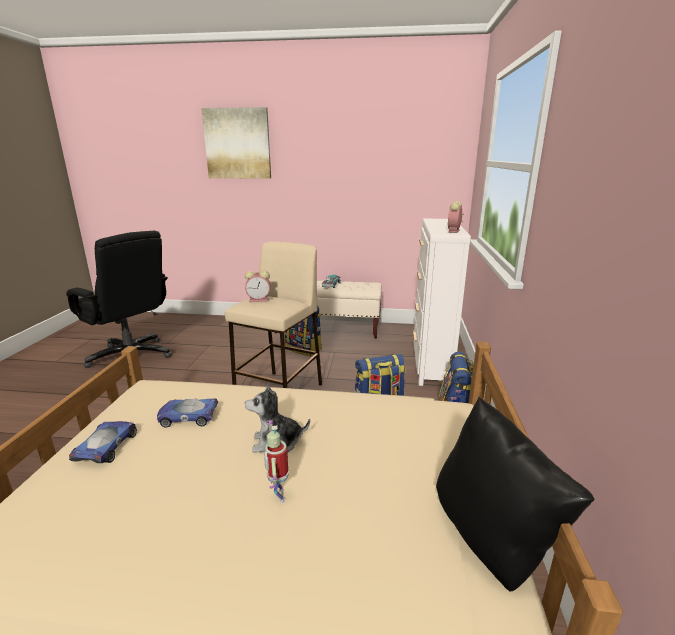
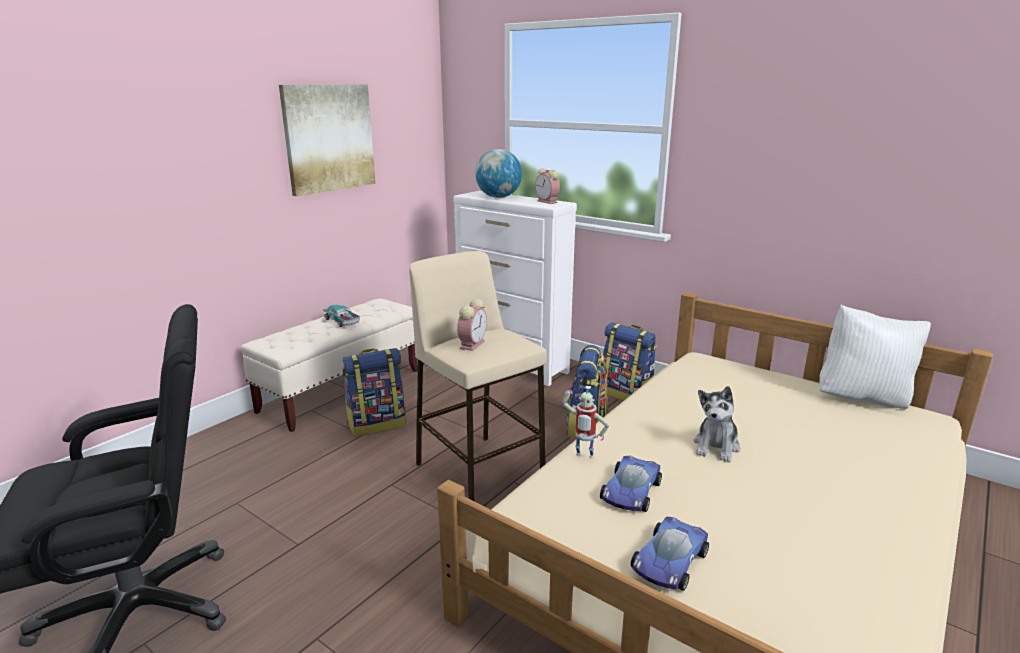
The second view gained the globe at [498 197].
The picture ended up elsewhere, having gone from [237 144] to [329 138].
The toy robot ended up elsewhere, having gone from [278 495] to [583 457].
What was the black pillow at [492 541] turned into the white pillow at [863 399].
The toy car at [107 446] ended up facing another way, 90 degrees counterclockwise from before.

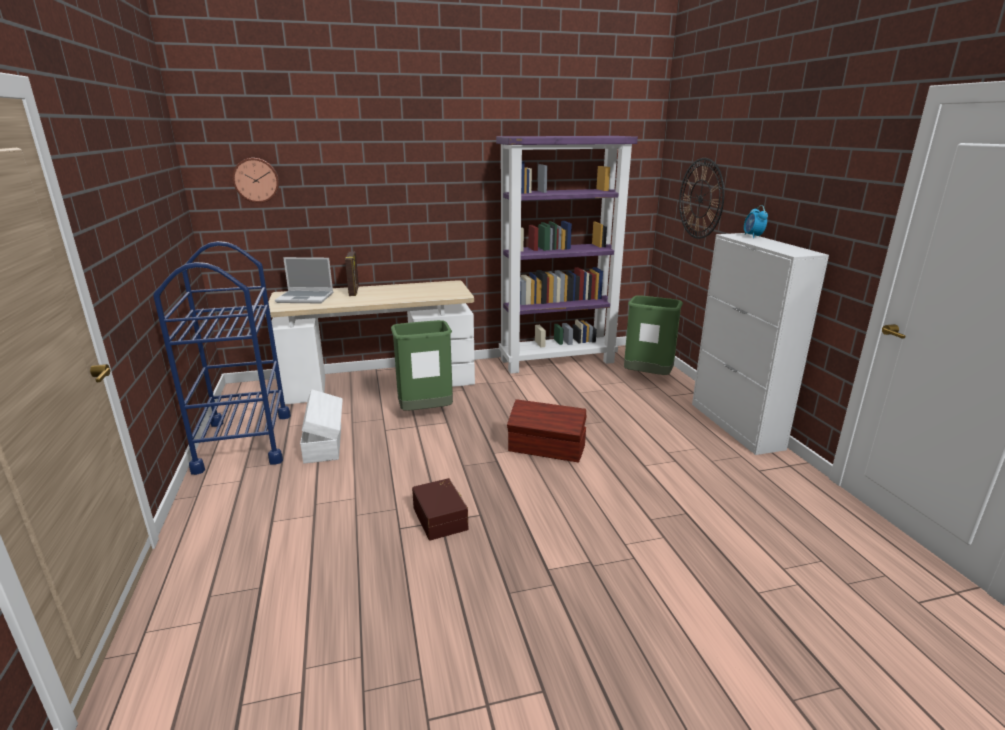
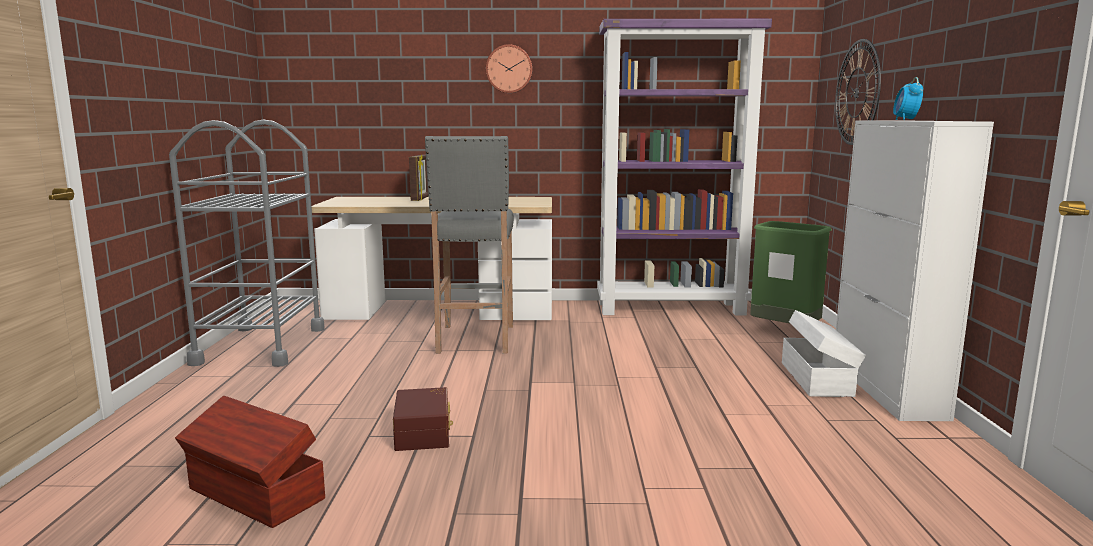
The second view lost the laptop at [306 298].
The wall clock ended up elsewhere, having gone from [256 180] to [509 69].
The white storage box ended up elsewhere, having gone from [324 443] to [817 379].
The brown storage box ended up elsewhere, having gone from [547 449] to [255 495].
Where the green trash can stood at [425 412], the grey stool came to stand at [475 340].
What was the blue cart at [244 442] turned into the grey cart at [261 346].

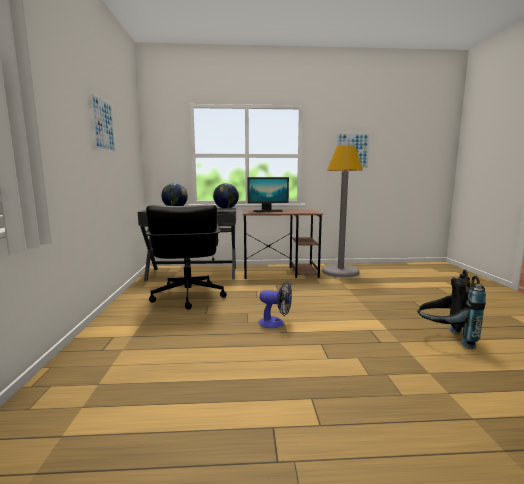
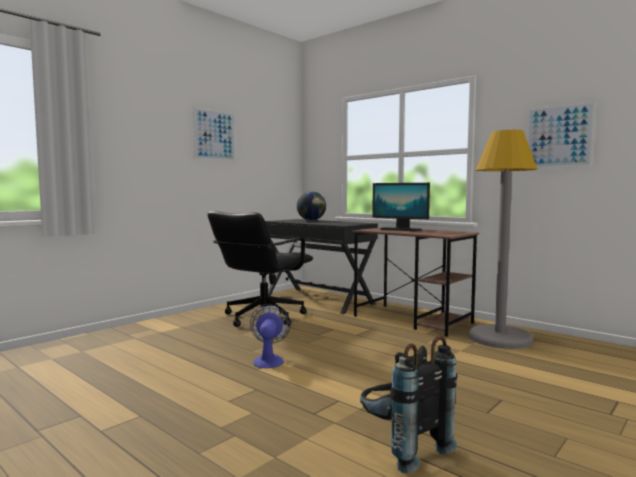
The second view lost the globe at [226 208].
The fan at [275 323] ended up facing another way, 150 degrees counterclockwise from before.

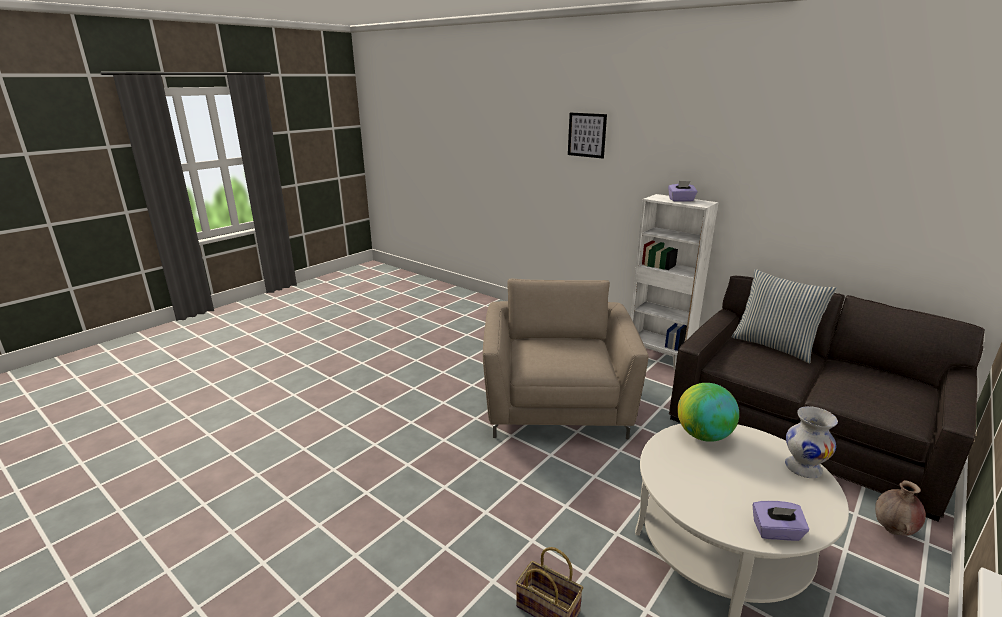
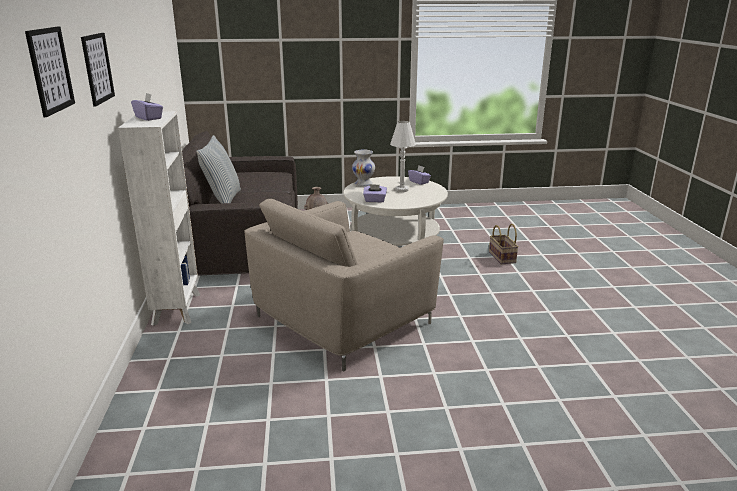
The second view gained the picture at [97 68].
The second view gained the white table lamp at [401 190].
Where the globe stood at [703 435], the purple tissue box came to stand at [374 200].

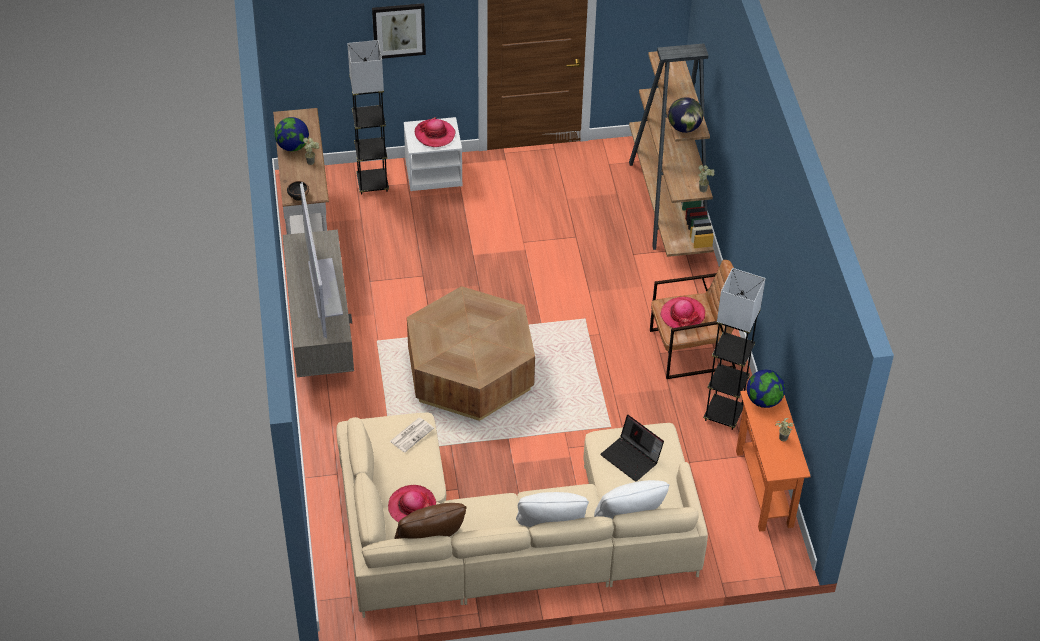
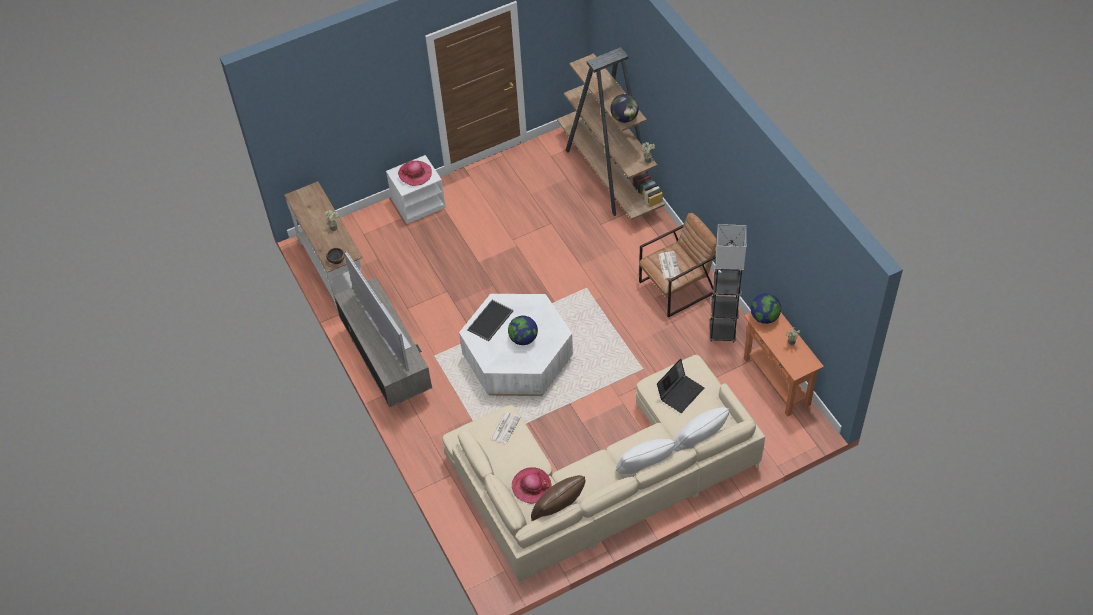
The second view lost the grey floor lamp at [372 184].
The second view lost the picture at [399 30].
The second view gained the tray at [490 321].
The globe ended up elsewhere, having gone from [293 146] to [523 339].
Where the hat stood at [682 314], the newspaper came to stand at [668 265].
What was the brown coffee table at [470 371] turned into the white coffee table at [517 358].
The laptop at [632 458] ended up facing another way, 75 degrees counterclockwise from before.

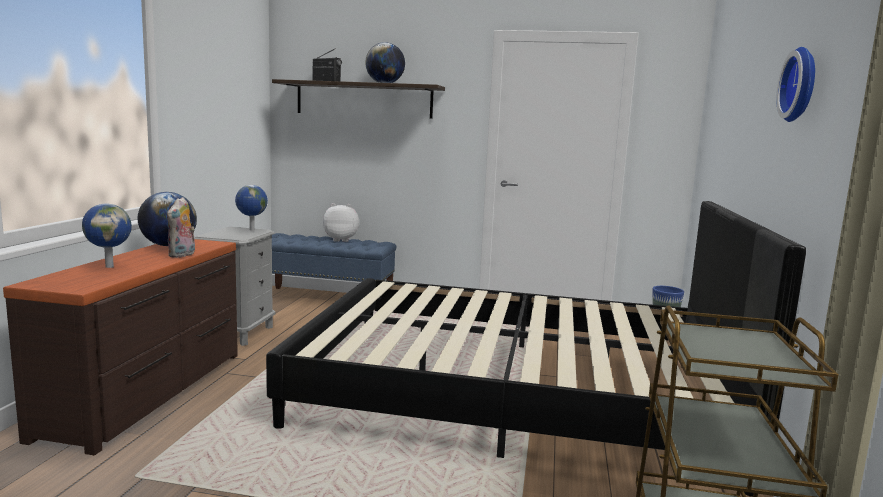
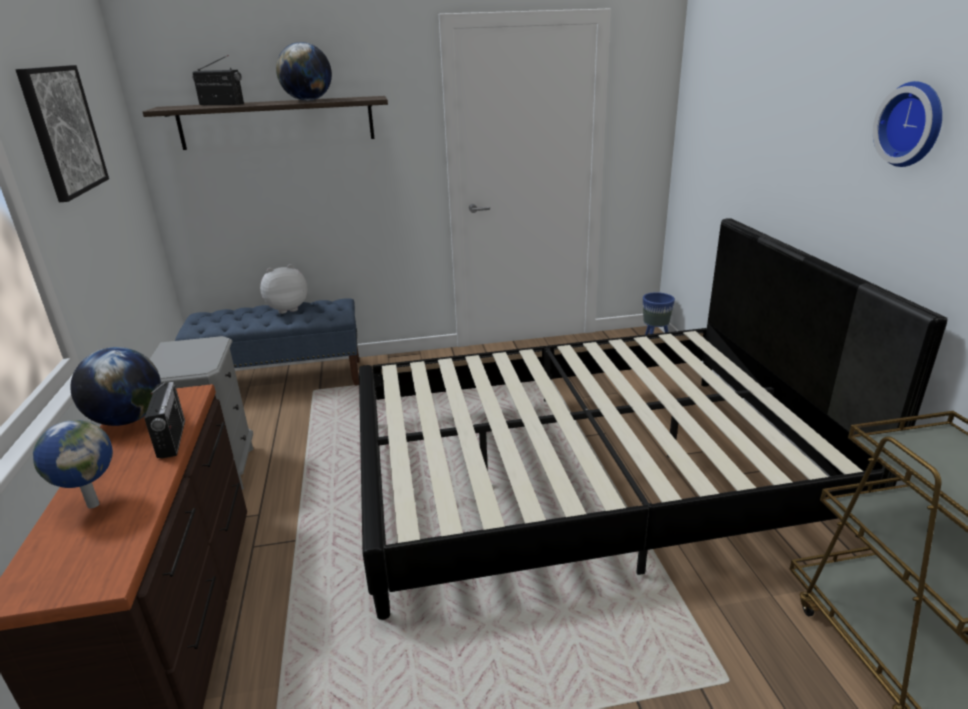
The second view lost the globe at [251 230].
The second view gained the picture at [63 131].
Where the plush toy stood at [182 255], the radio came to stand at [172 439].

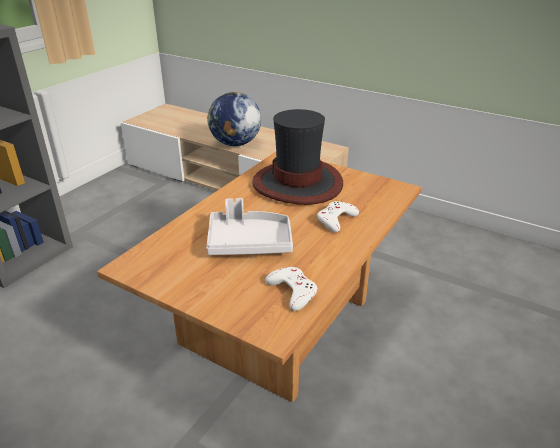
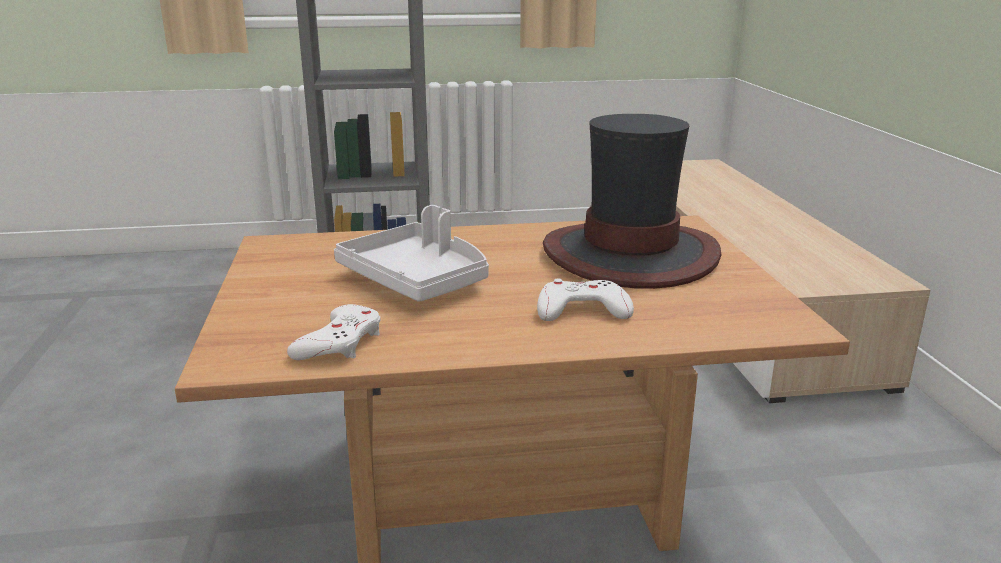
The second view lost the globe at [235 144].

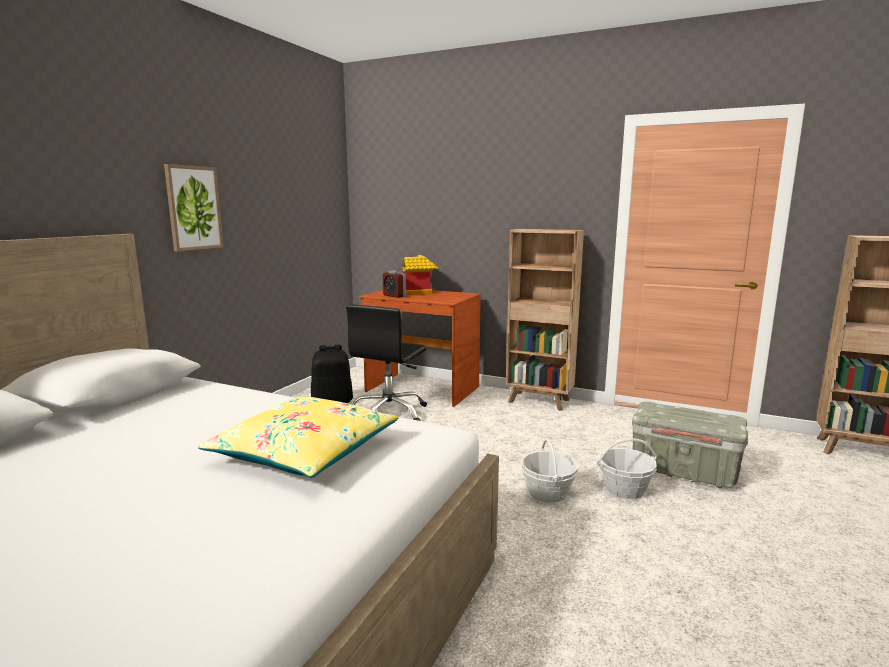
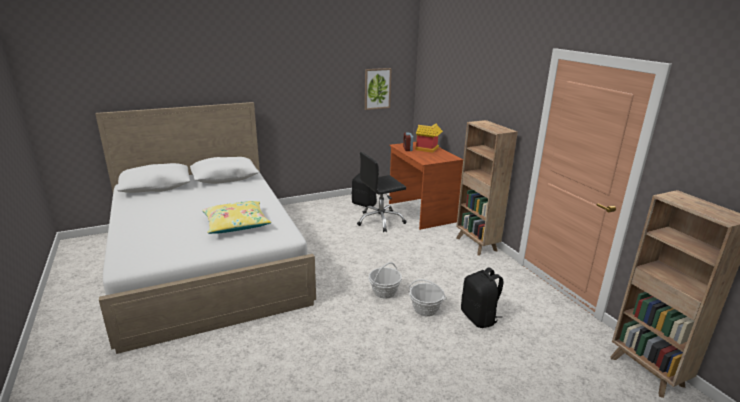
The picture ended up elsewhere, having gone from [193 208] to [377 88].
Where the grey storage box stood at [684 471], the black backpack came to stand at [479 318].

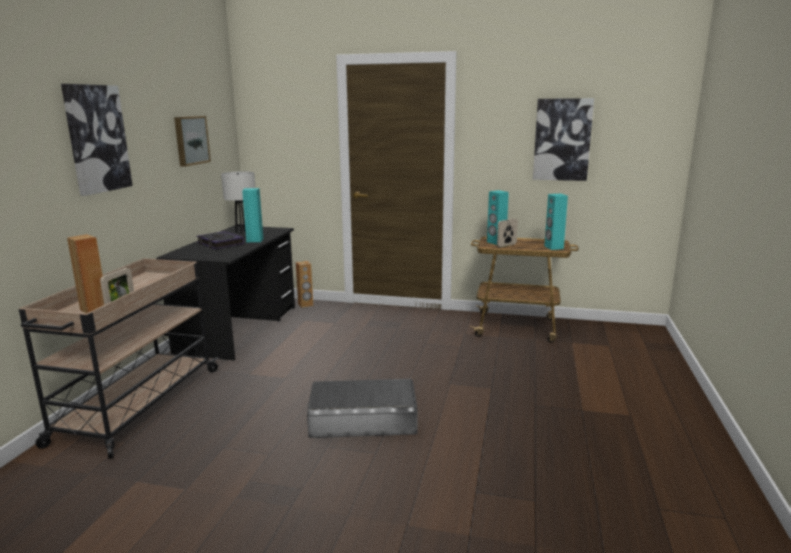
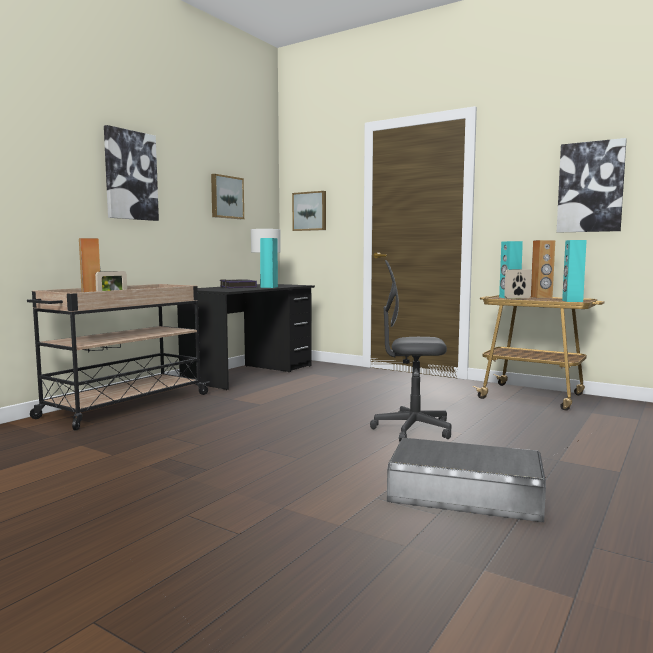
The second view gained the picture at [310 211].
The second view gained the grey office chair at [412 430].
The brown speaker ended up elsewhere, having gone from [305 305] to [541 297].
The grey storage box ended up elsewhere, having gone from [363 418] to [464 493].

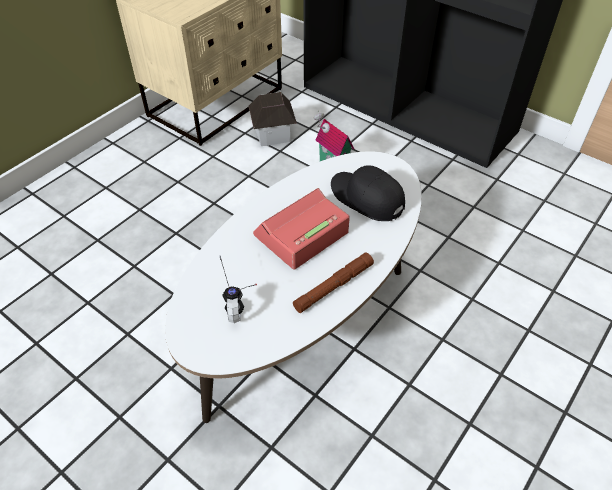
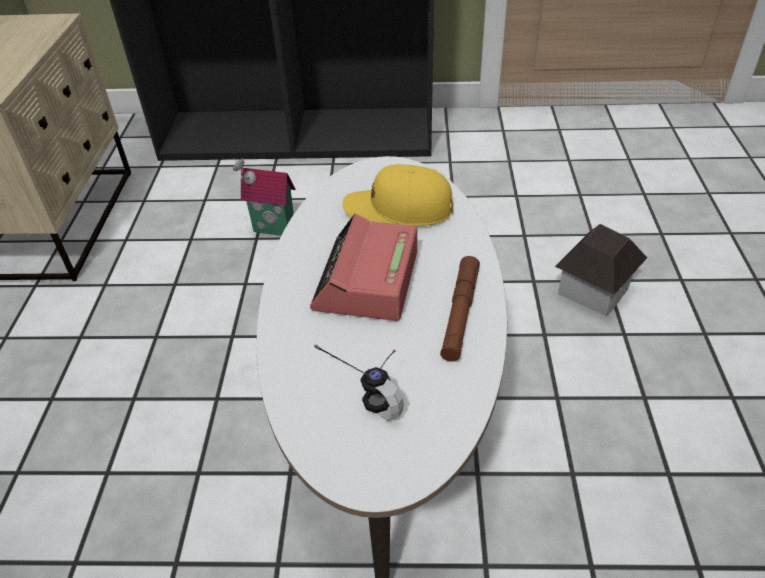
The toy house ended up elsewhere, having gone from [273 134] to [593 290].
What was the black cap at [366 198] turned into the yellow cap at [398 209].

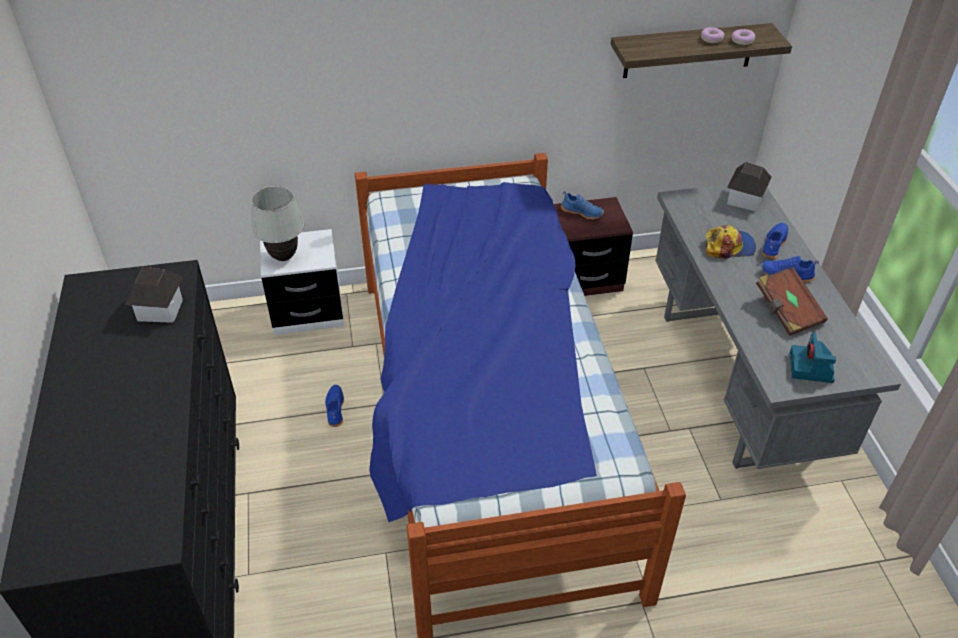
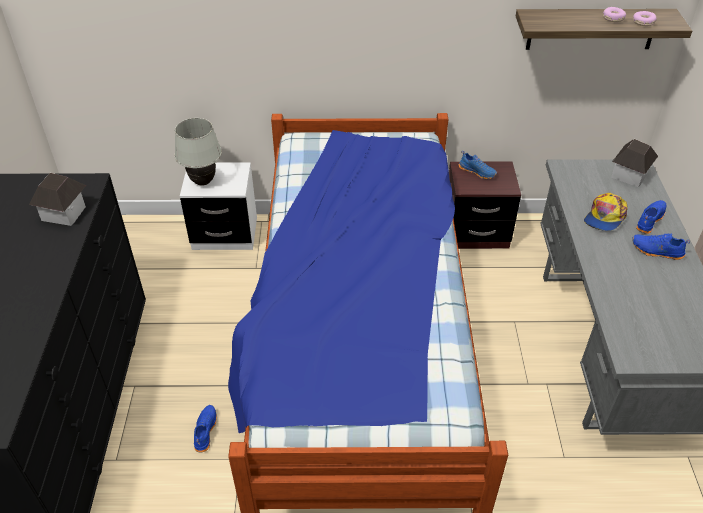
The second view lost the brown book at [787 311].
The second view lost the photo camera at [811 368].
The blue shoe ended up elsewhere, having gone from [334 409] to [204 431].
The cap at [729 246] ended up facing another way, 120 degrees clockwise from before.

